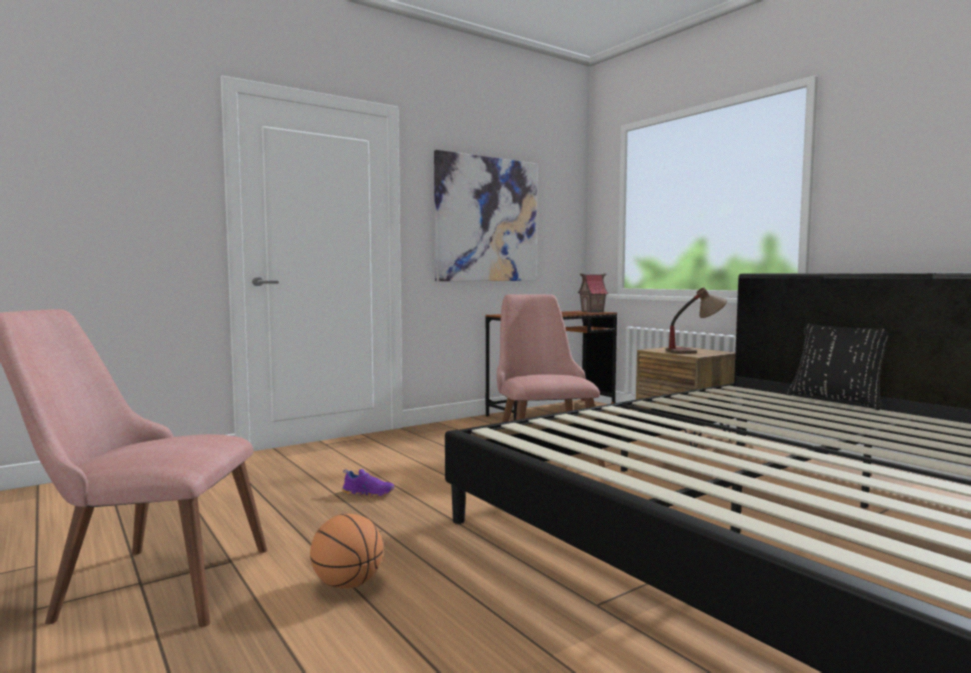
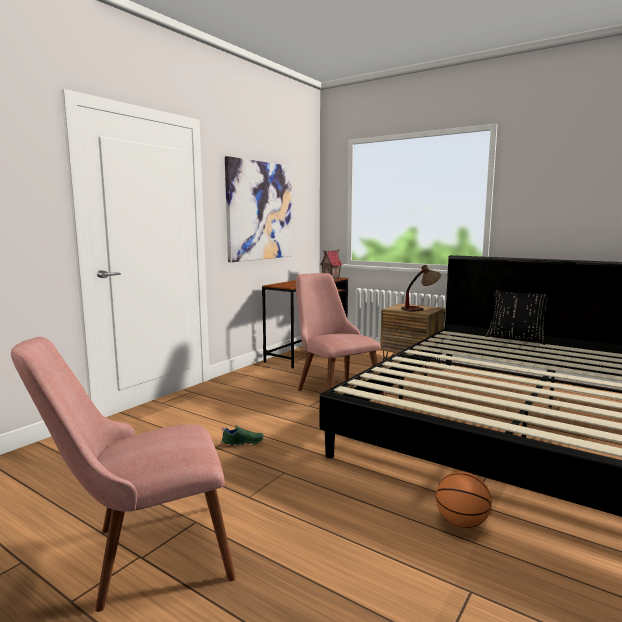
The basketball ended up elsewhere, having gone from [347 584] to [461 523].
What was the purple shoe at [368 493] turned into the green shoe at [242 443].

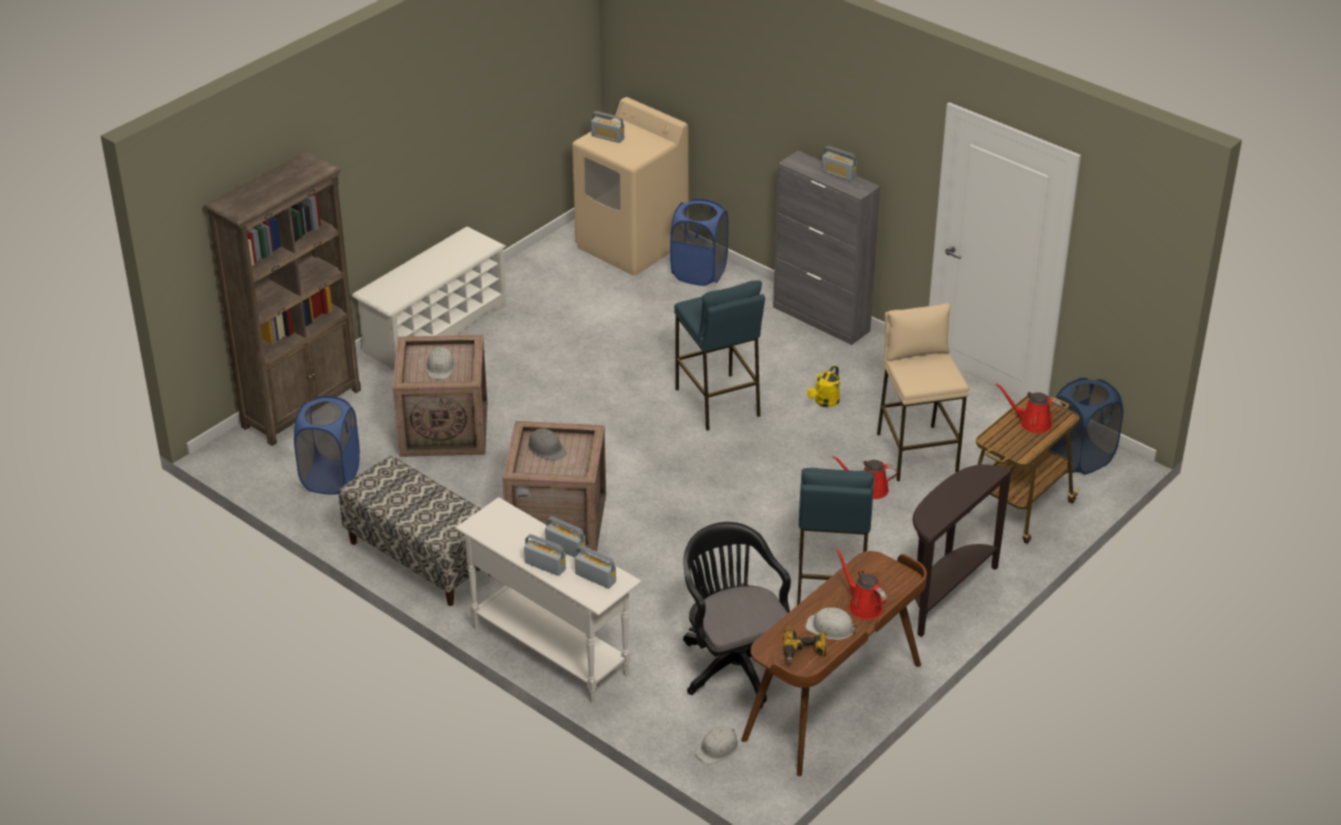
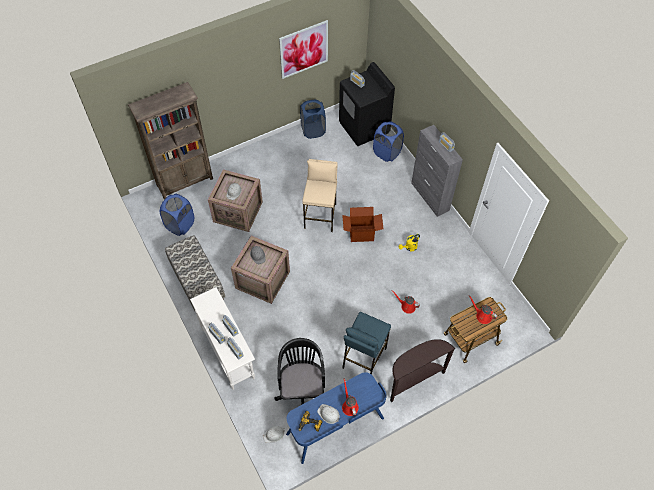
The second view lost the white shoe rack at [435 329].
The second view gained the picture at [304 49].
The beige stool ended up elsewhere, having gone from [916 452] to [321 216].
The blue laundry basket ended up elsewhere, having gone from [1080 458] to [313 130].
Where the blue stool stood at [718 402], the cardboard box came to stand at [361 233].
What was the beige washing machine at [632 245] turned into the black washing machine at [364 127].
What was the brown desk at [834 702] turned into the blue desk at [335 427].

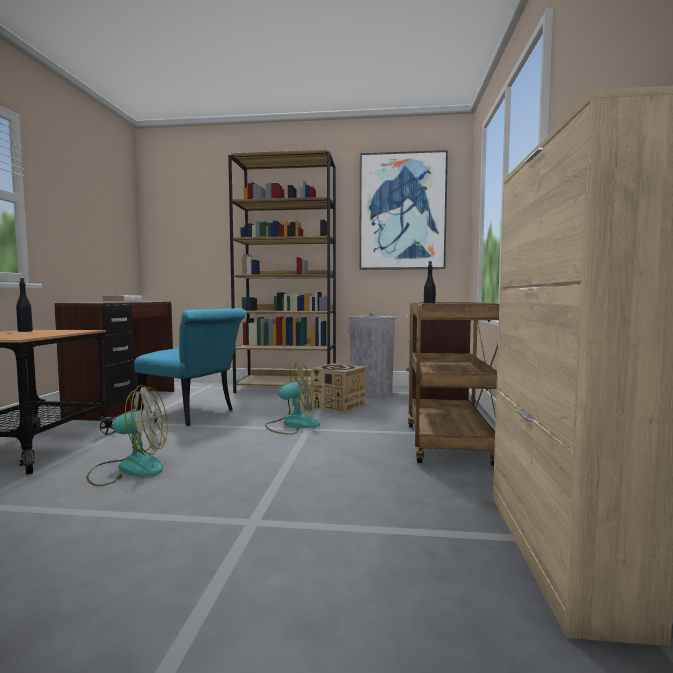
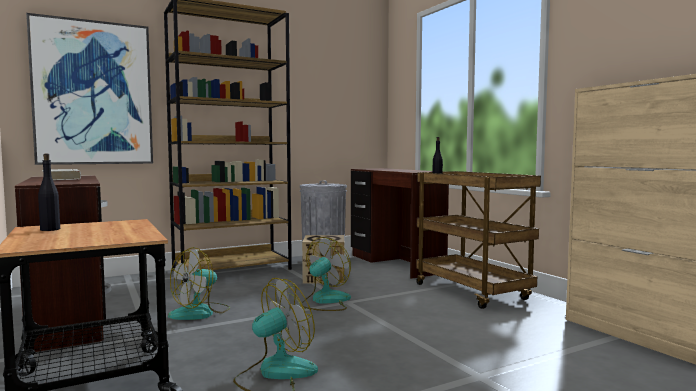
The picture ended up elsewhere, having gone from [402 212] to [93 93].
Where the turquoise chair stood at [194 415], the fan came to stand at [200 312].

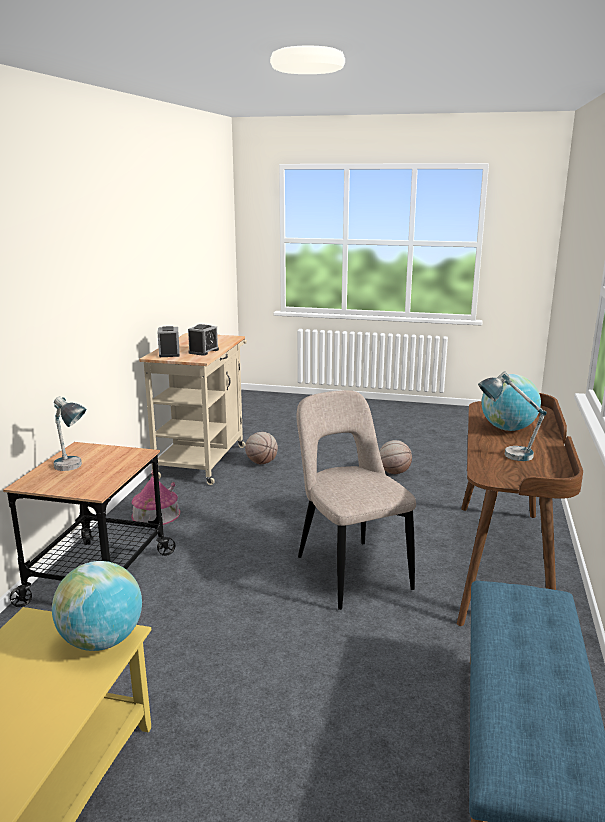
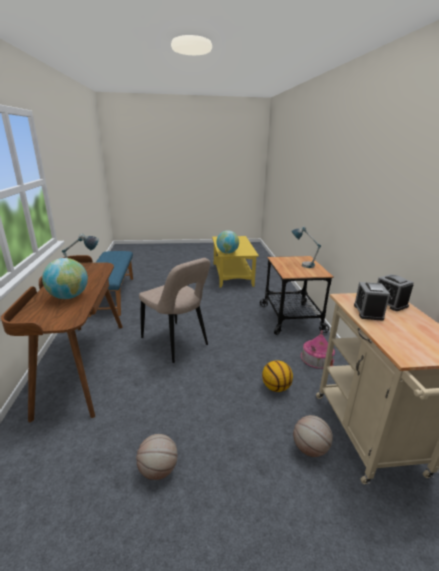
The second view gained the basketball at [276 387].

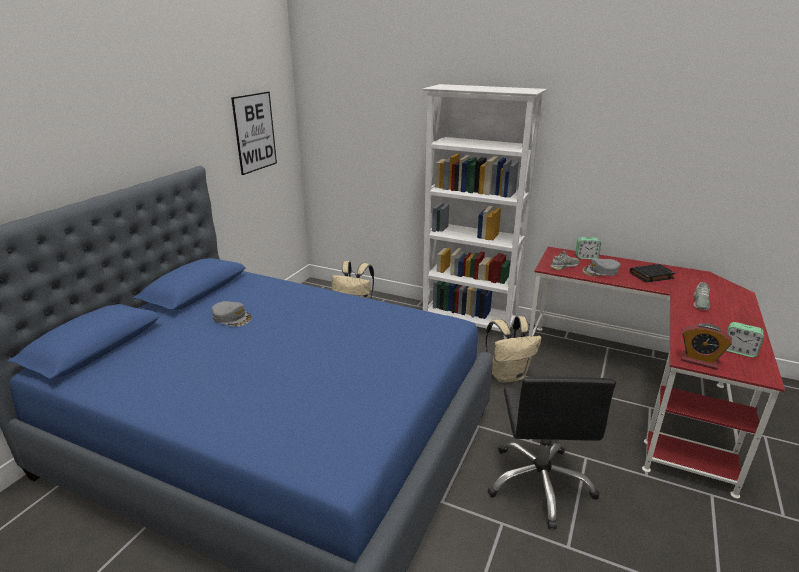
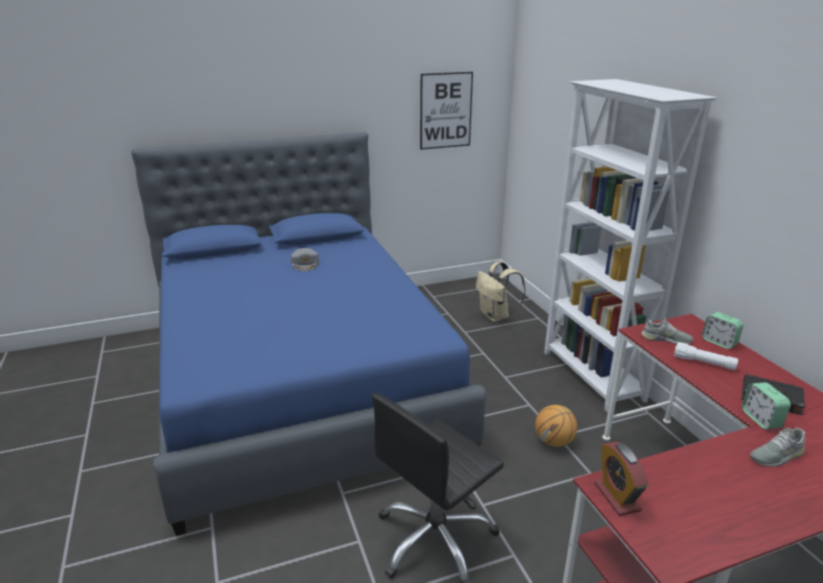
The alarm clock ended up elsewhere, having gone from [739 351] to [761 419].
Where the beige backpack stood at [508 375], the basketball came to stand at [554 441].
Where the grey cap stood at [601 271], the white flashlight came to stand at [703 363].

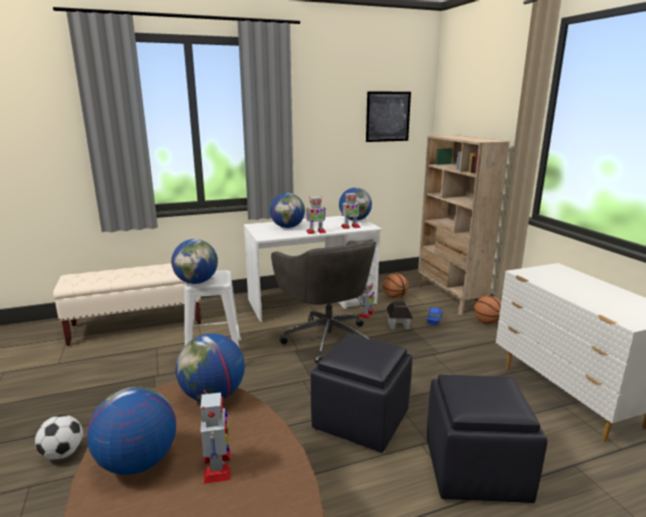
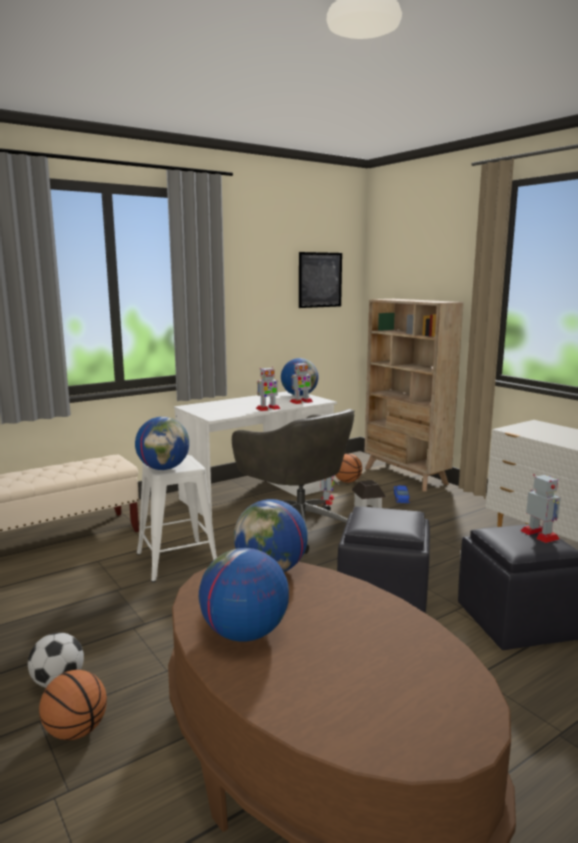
The second view lost the globe at [288 227].
The toy robot ended up elsewhere, having gone from [217 466] to [540 535].
The basketball ended up elsewhere, having gone from [487 322] to [76 731].

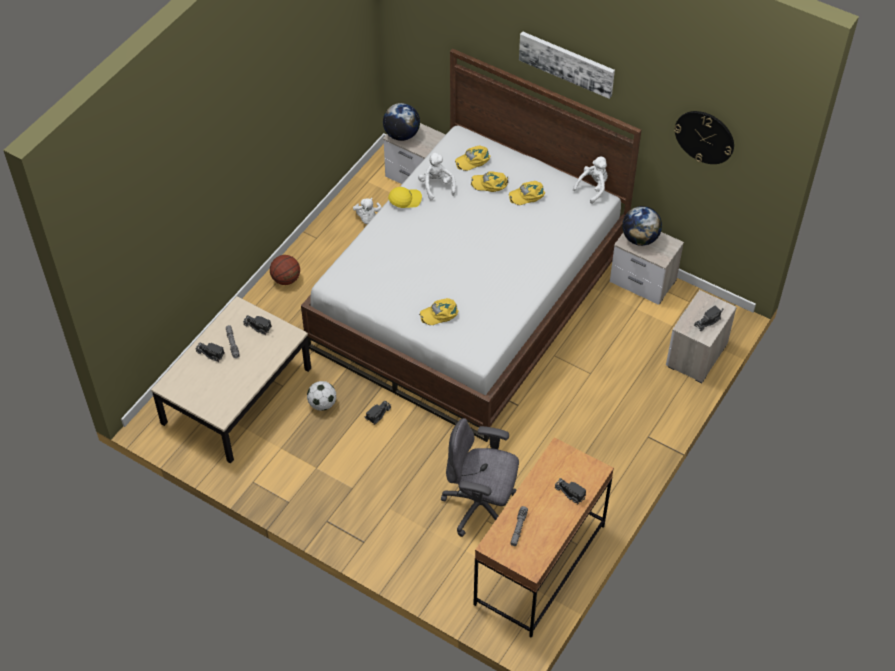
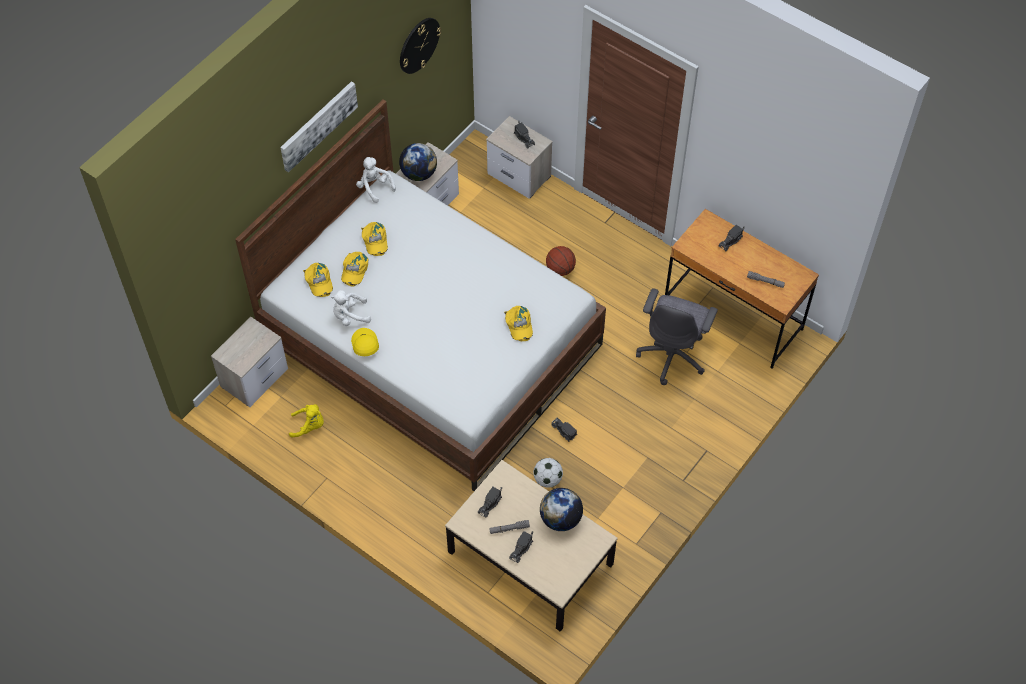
The basketball ended up elsewhere, having gone from [286 279] to [560 269].
The globe ended up elsewhere, having gone from [401 135] to [560 519].
What was the white plush toy at [369 220] turned into the yellow plush toy at [309 426].

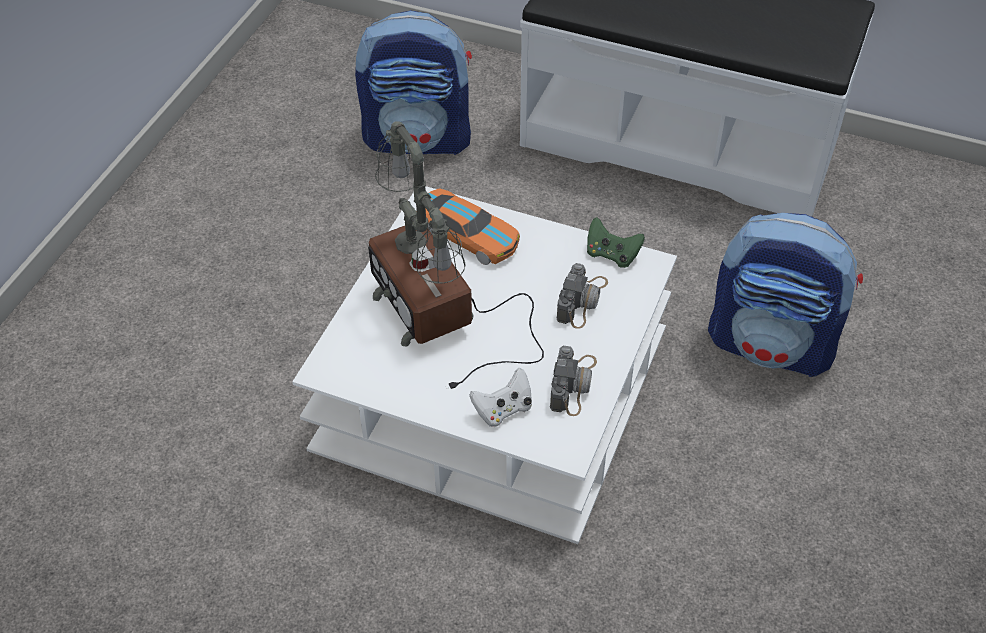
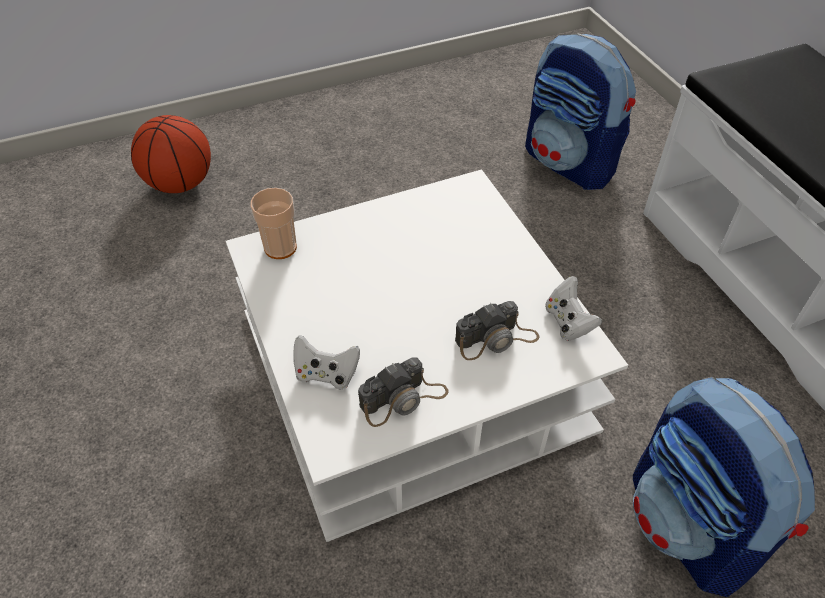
The second view lost the table lamp at [441 315].
The second view lost the toy car at [468 235].
The second view gained the basketball at [180 184].
The second view gained the cup at [280 247].
What was the green game controller at [612 255] turned into the white game controller at [568 322].

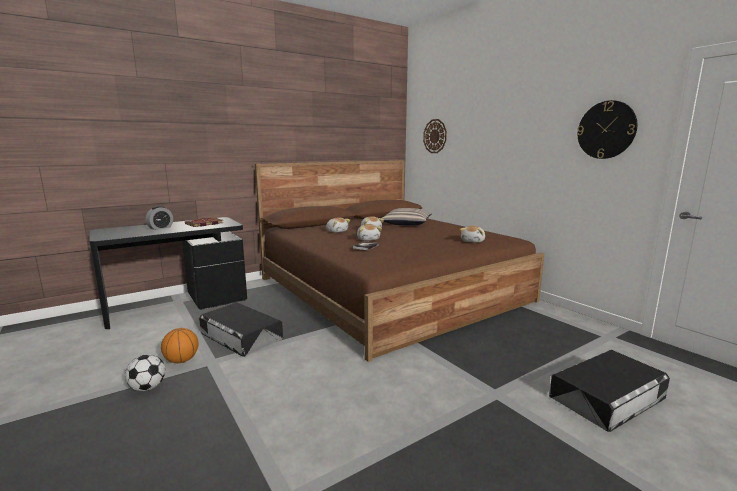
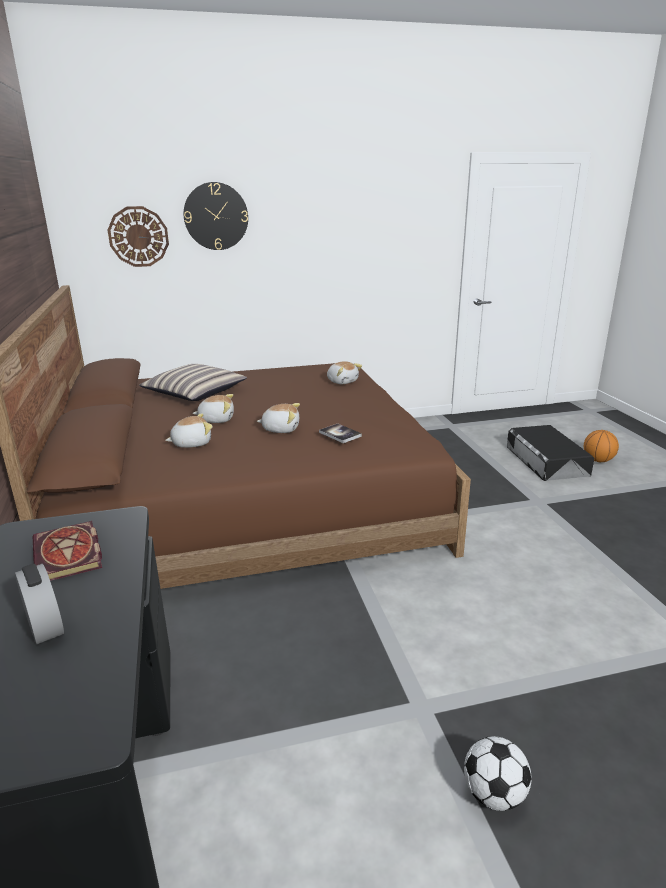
The second view lost the black storage box at [241 336].
The basketball ended up elsewhere, having gone from [181 360] to [598 460].
The wall clock ended up elsewhere, having gone from [606 130] to [216 216].

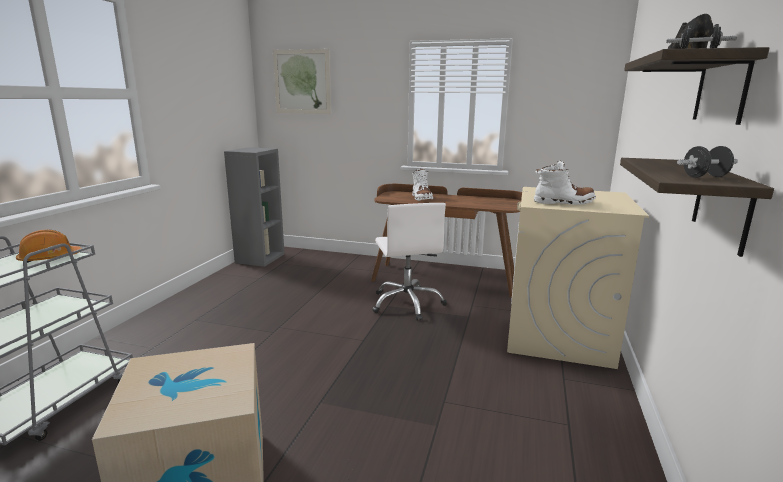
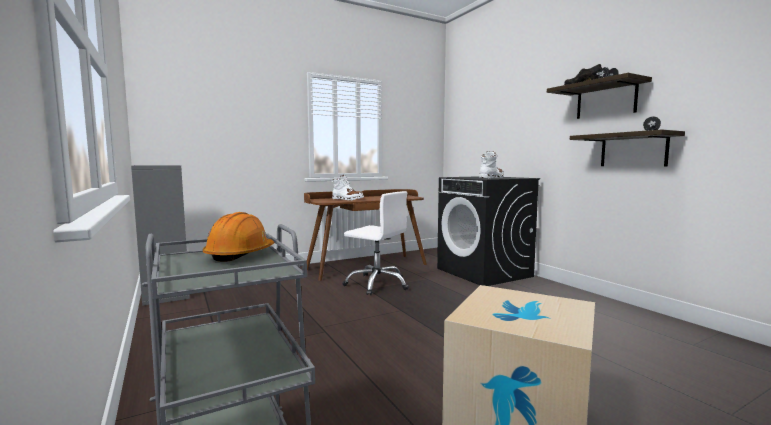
The second view lost the picture at [302 82].
What was the beige washing machine at [558 335] turned into the black washing machine at [484 272].

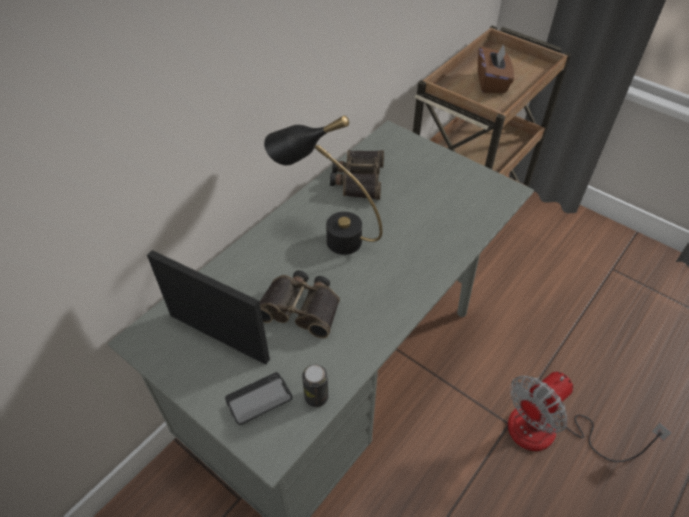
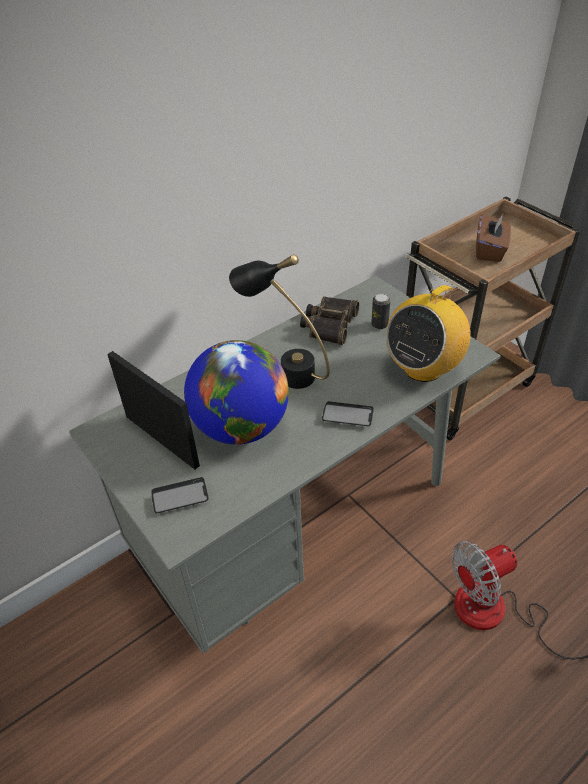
The second view gained the phone at [347 415].
The second view gained the radio at [423 368].
The can ended up elsewhere, having gone from [316 397] to [379 324].
Where the binoculars stood at [301 307], the globe came to stand at [241 427].

